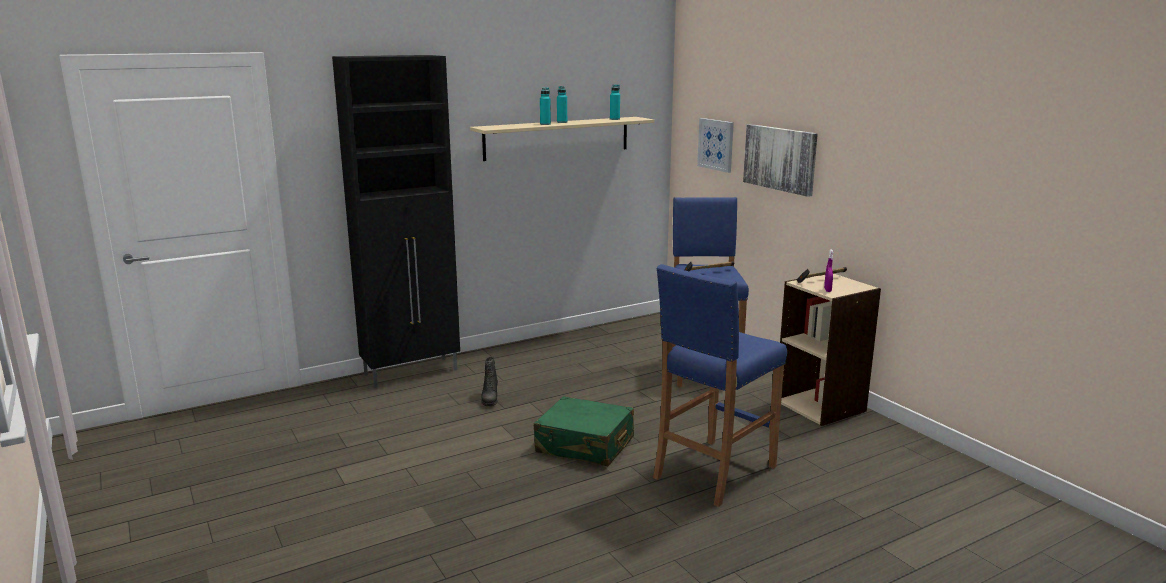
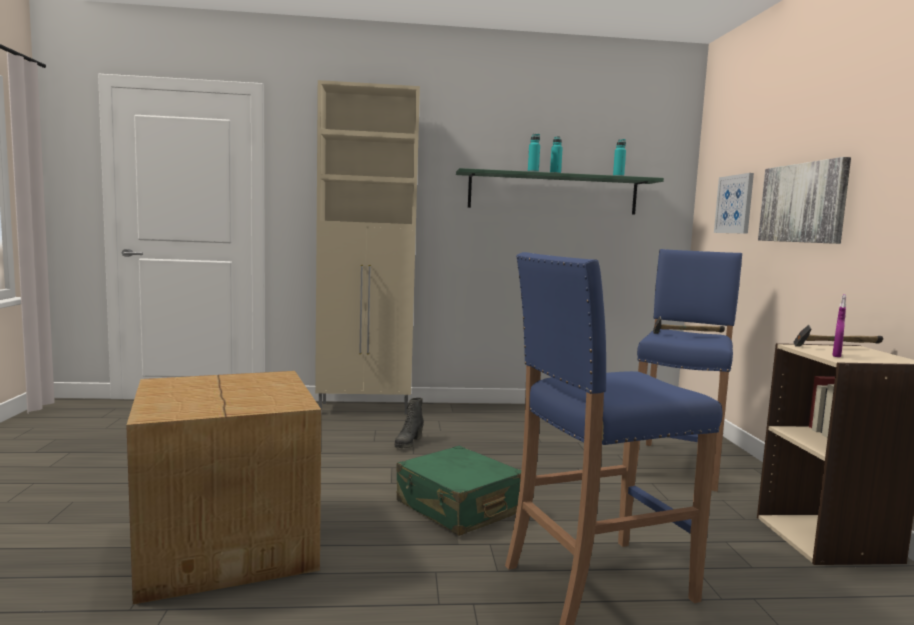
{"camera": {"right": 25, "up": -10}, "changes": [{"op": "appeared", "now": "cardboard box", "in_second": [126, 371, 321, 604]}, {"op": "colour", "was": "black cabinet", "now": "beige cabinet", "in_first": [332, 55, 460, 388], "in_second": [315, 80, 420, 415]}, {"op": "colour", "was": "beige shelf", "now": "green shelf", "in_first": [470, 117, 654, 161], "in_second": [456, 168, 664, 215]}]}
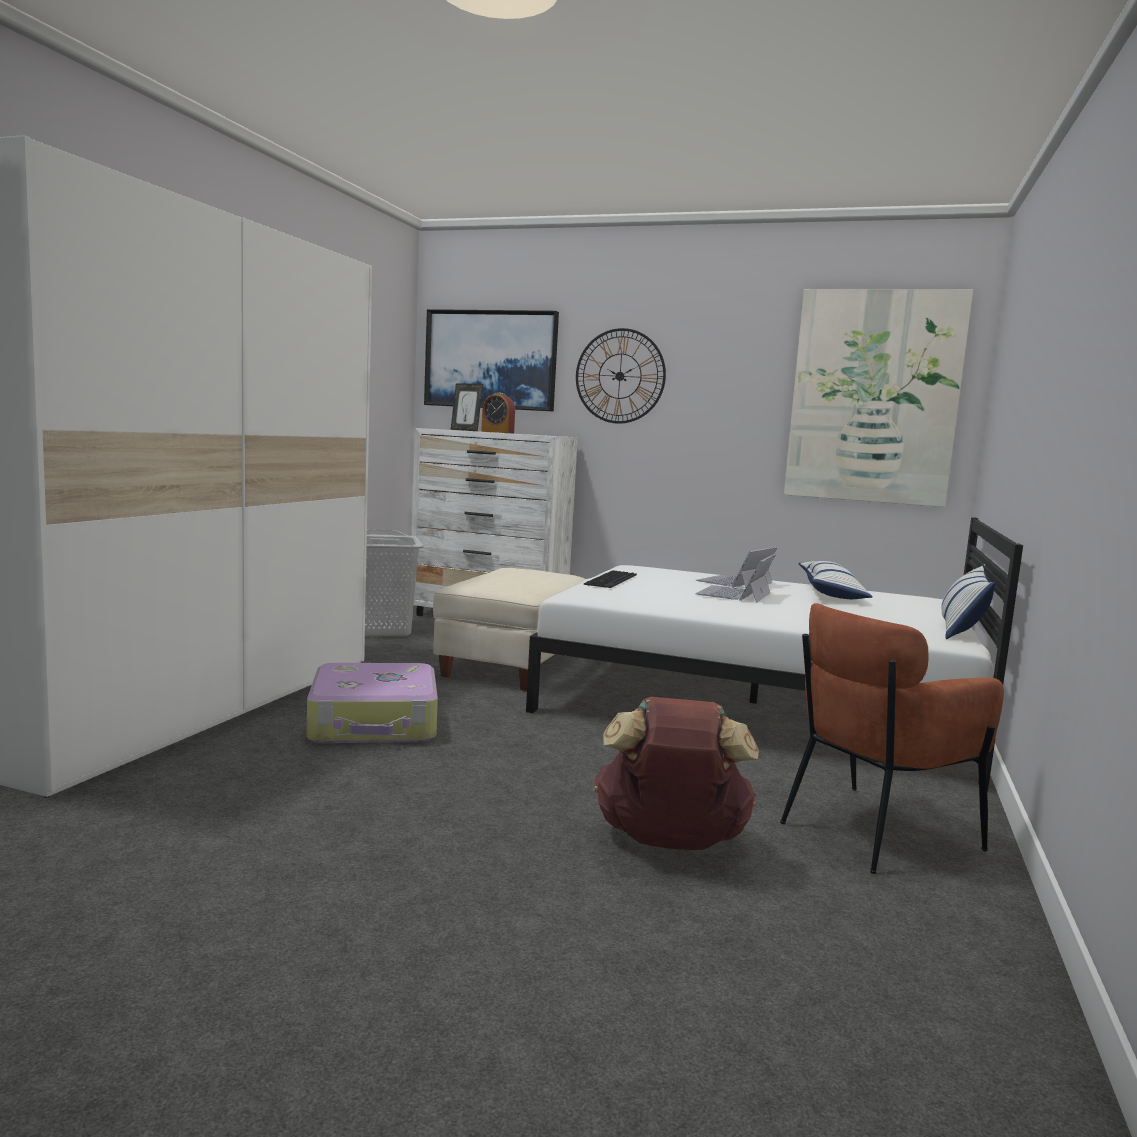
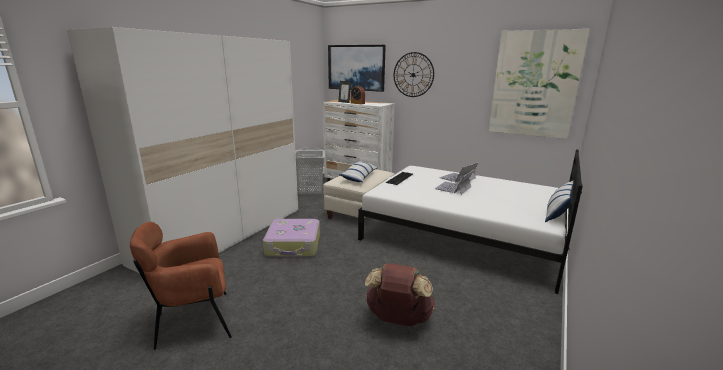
{"camera": {"right": 10, "up": 10}, "changes": [{"op": "relocated", "was": "brown armchair", "in_first": [780, 603, 1004, 874], "in_second": [130, 222, 232, 350]}, {"op": "relocated", "was": "pillow", "in_first": [798, 561, 873, 599], "in_second": [339, 161, 377, 182]}]}
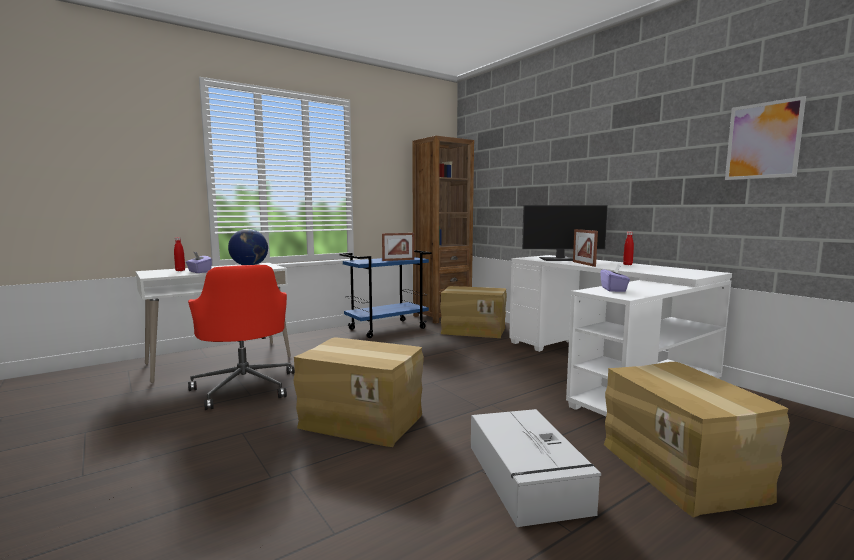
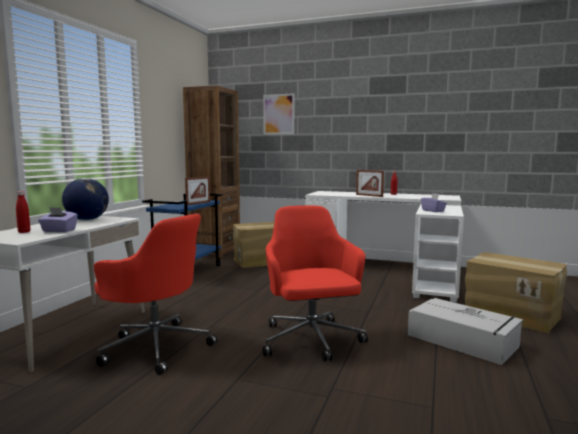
{"camera": {"right": -35, "up": 0}, "changes": [{"op": "relocated", "was": "picture", "in_first": [725, 96, 806, 180], "in_second": [263, 94, 294, 135]}, {"op": "exchanged", "was": "cardboard box", "now": "red office chair", "in_first": [294, 337, 424, 447], "in_second": [263, 205, 368, 361]}, {"op": "missing", "was": "monitor", "in_first": [522, 205, 608, 261]}]}
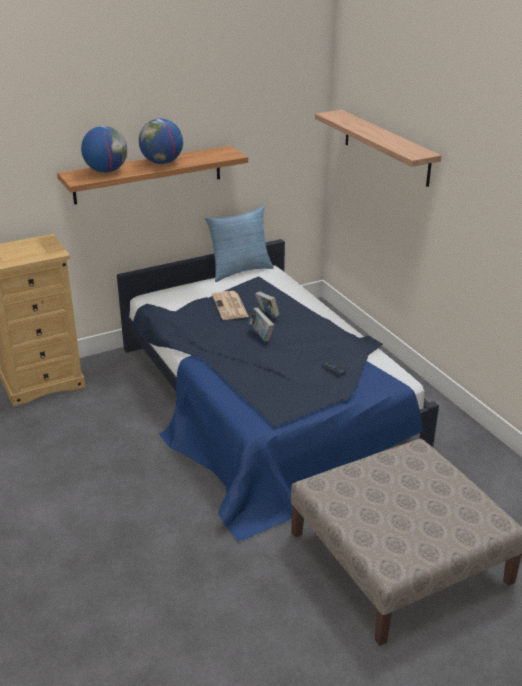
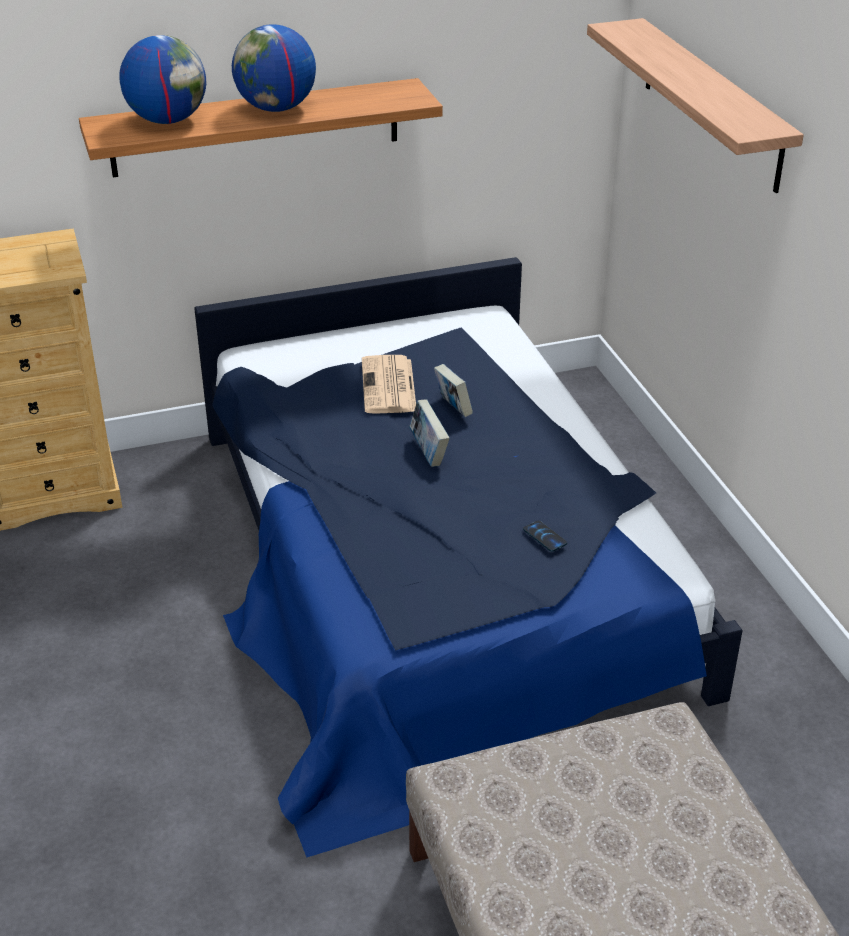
{"camera": {"right": 10, "up": 5}, "changes": [{"op": "missing", "was": "pillow", "in_first": [205, 206, 274, 282]}]}
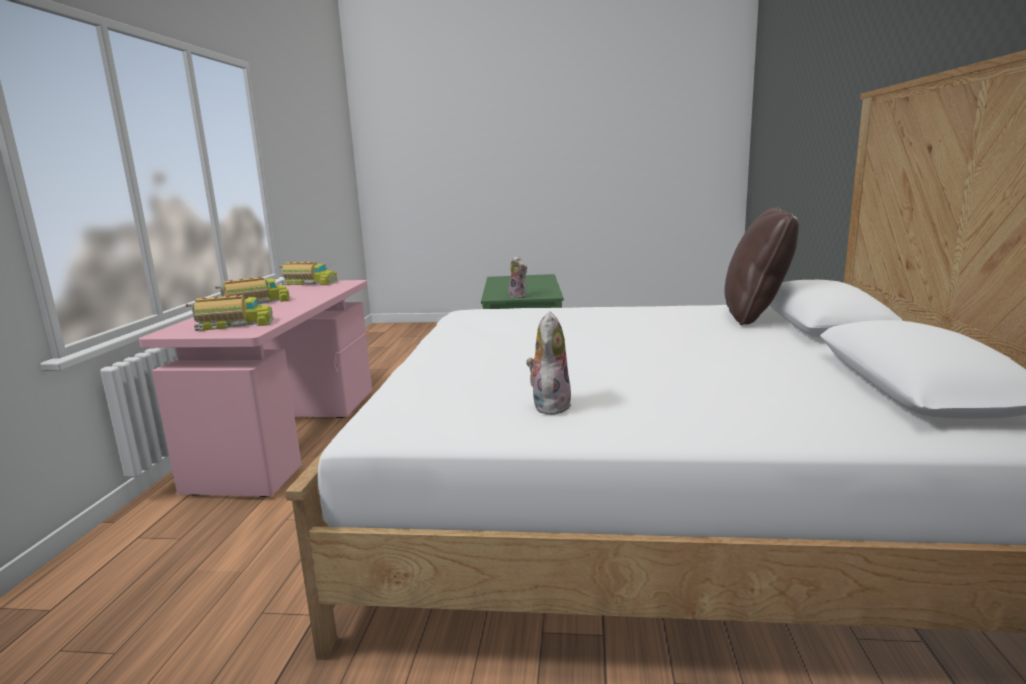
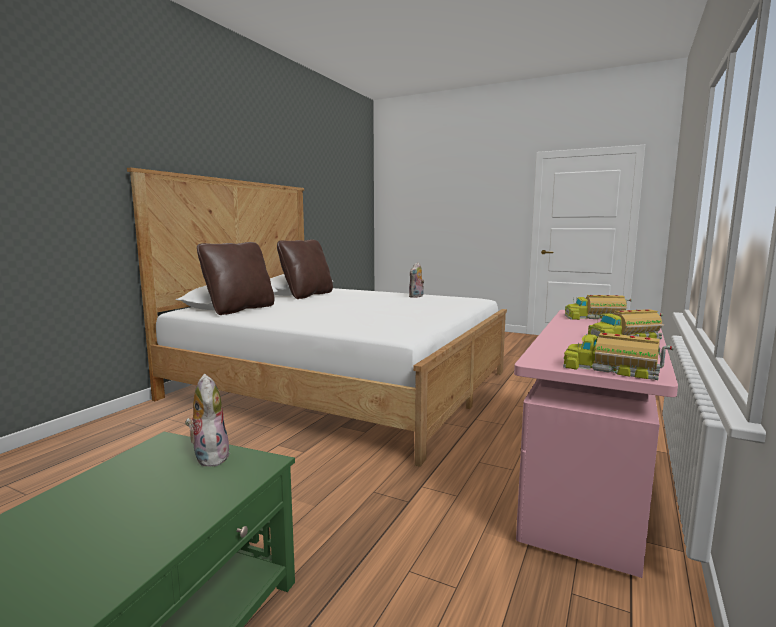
{"camera": {"right": -160, "up": -5}, "changes": [{"op": "appeared", "now": "brown pillow", "in_second": [277, 239, 333, 299]}]}
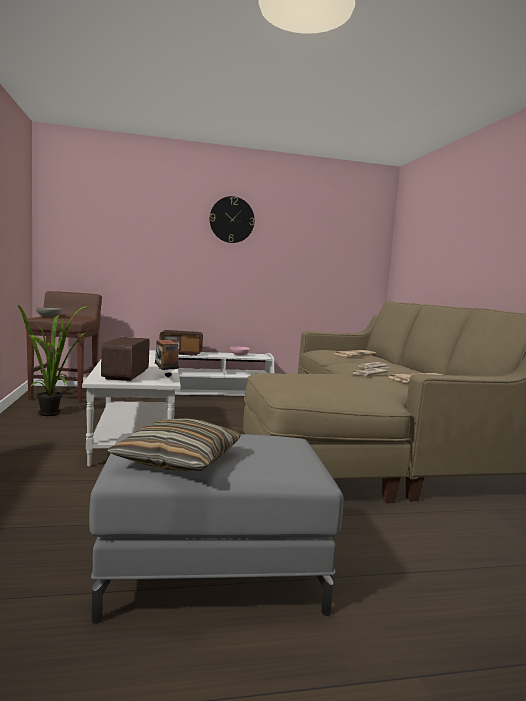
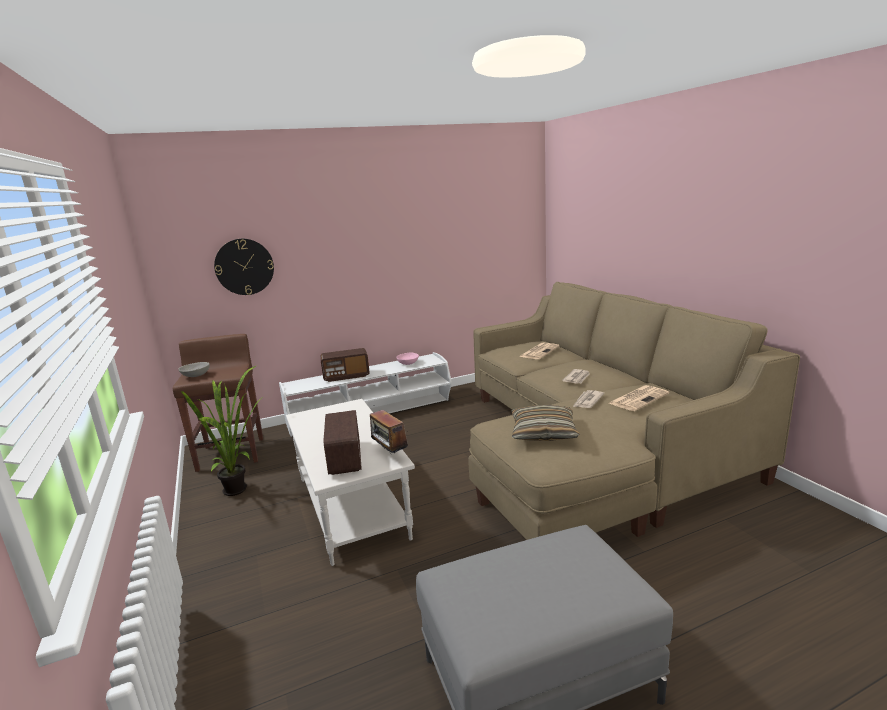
{"camera": {"right": -10, "up": 10}, "changes": [{"op": "relocated", "was": "wall clock", "in_first": [210, 196, 255, 243], "in_second": [214, 239, 274, 295]}, {"op": "relocated", "was": "pillow", "in_first": [108, 418, 241, 471], "in_second": [512, 405, 579, 441]}]}
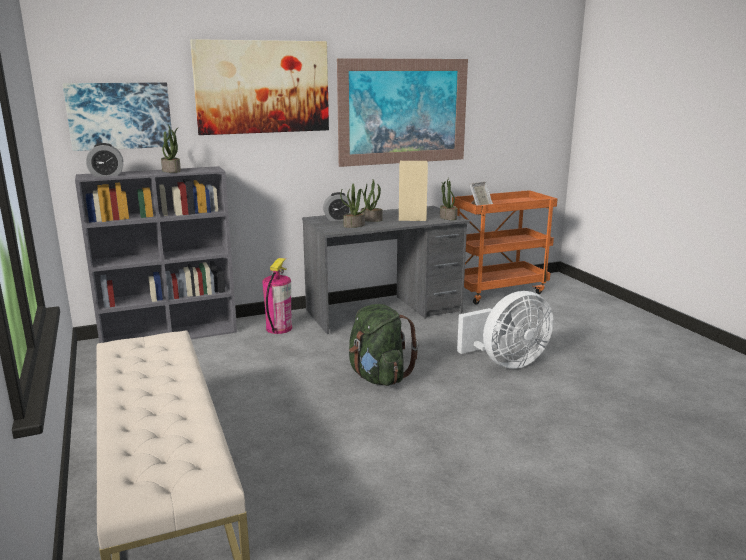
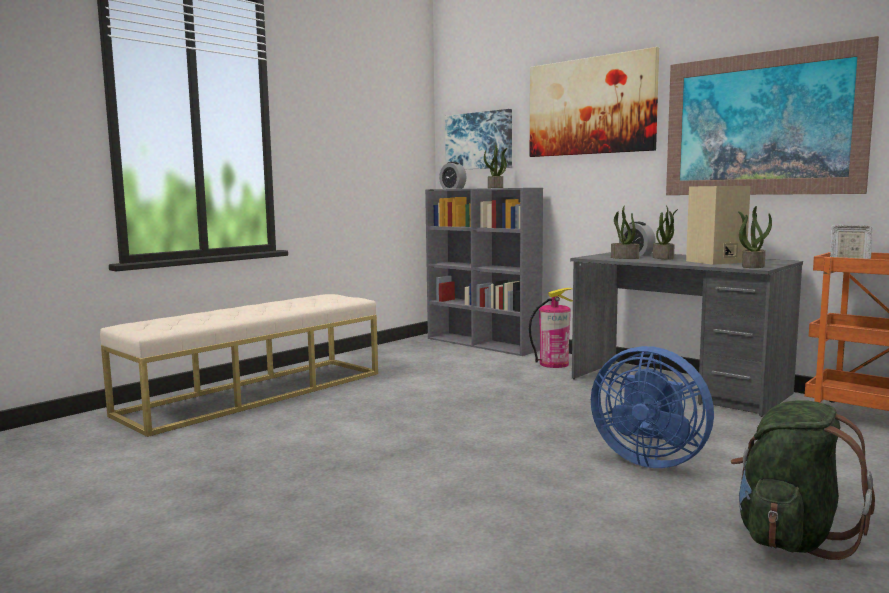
{"camera": {"right": 65, "up": -10}, "changes": [{"op": "colour", "was": "white fan", "now": "blue fan", "in_first": [457, 291, 553, 369], "in_second": [591, 346, 714, 468]}, {"op": "relocated", "was": "green backpack", "in_first": [349, 304, 419, 386], "in_second": [731, 400, 875, 560]}]}
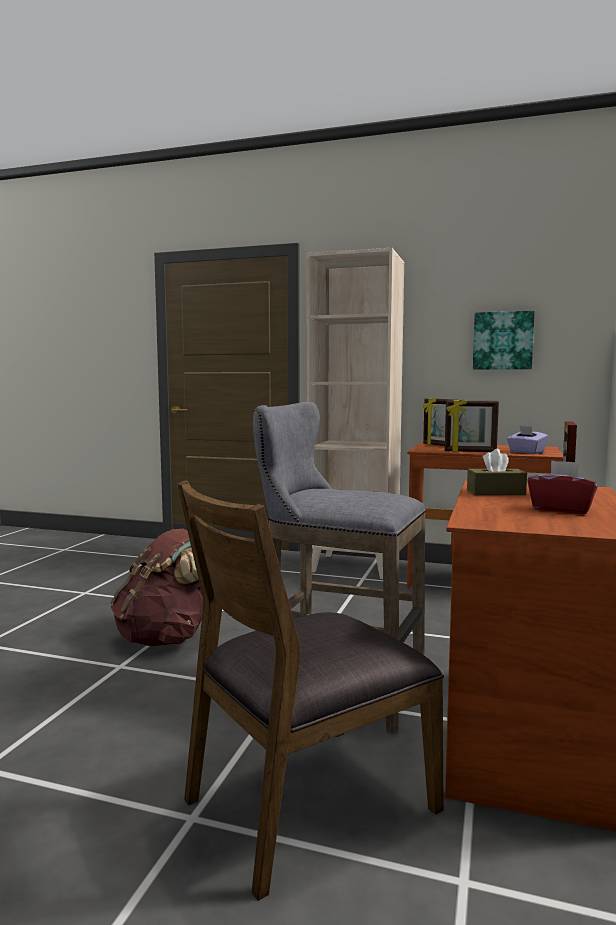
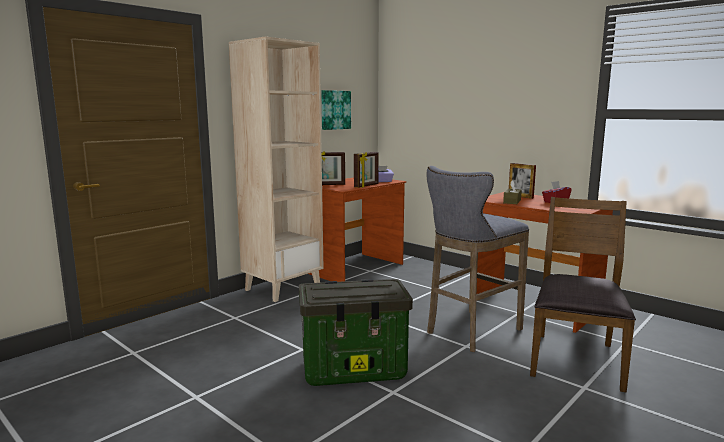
{"camera": {"right": -65, "up": 5}, "changes": [{"op": "exchanged", "was": "brown backpack", "now": "storage box", "in_first": [110, 529, 203, 646], "in_second": [299, 279, 413, 386]}, {"op": "spun", "was": "brown chair", "in_first": [177, 480, 444, 901], "in_second": [530, 197, 636, 393], "clockwise": -150}]}
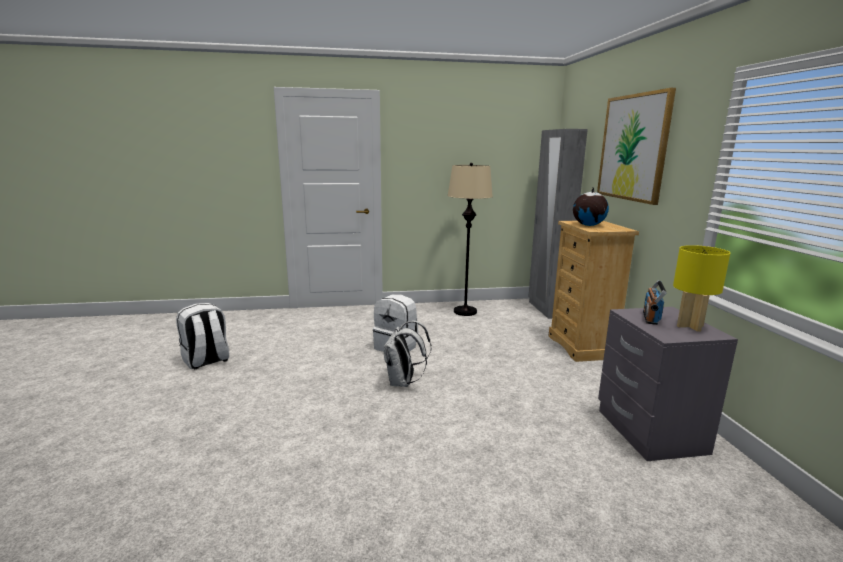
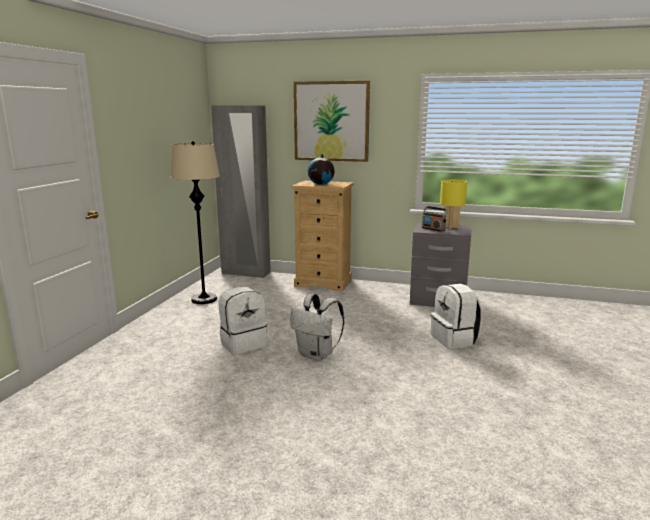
{"camera": {"right": -65, "up": 0}, "changes": [{"op": "relocated", "was": "white backpack", "in_first": [176, 303, 229, 369], "in_second": [431, 284, 482, 349]}]}
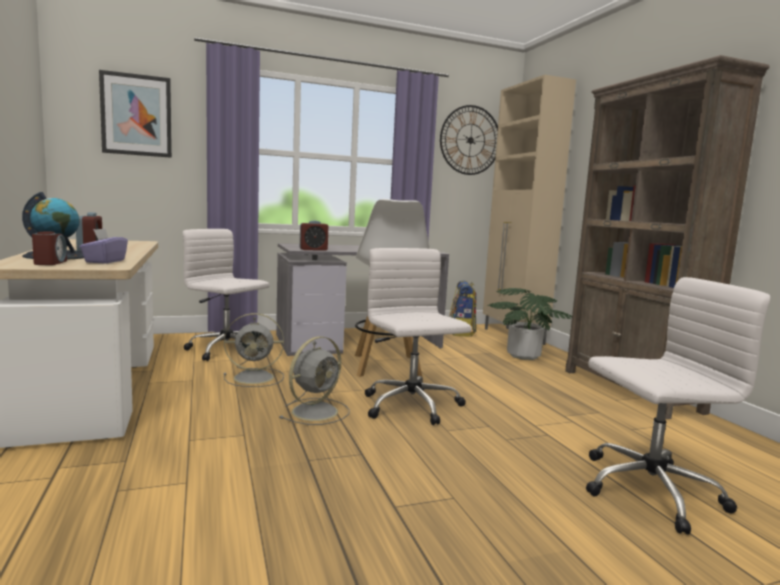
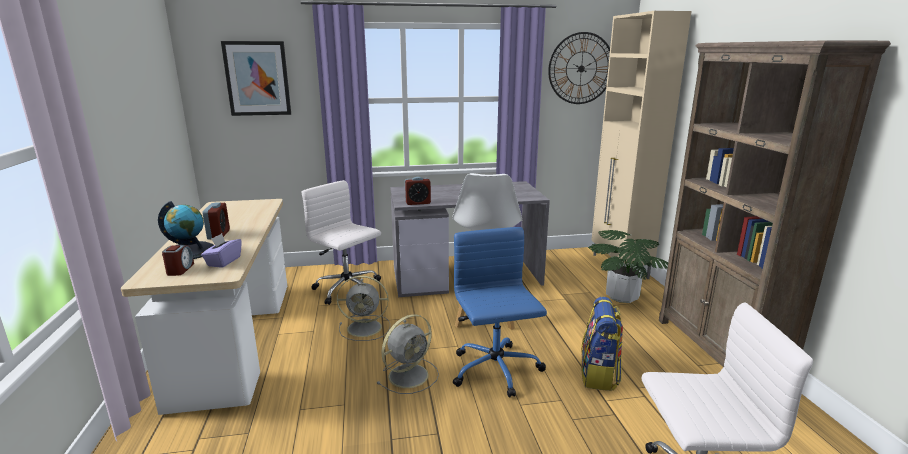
{"camera": {"right": 10, "up": 10}, "changes": [{"op": "colour", "was": "white office chair", "now": "blue office chair", "in_first": [365, 248, 471, 425], "in_second": [453, 227, 547, 397]}, {"op": "relocated", "was": "backpack", "in_first": [450, 280, 477, 337], "in_second": [581, 297, 623, 391]}]}
